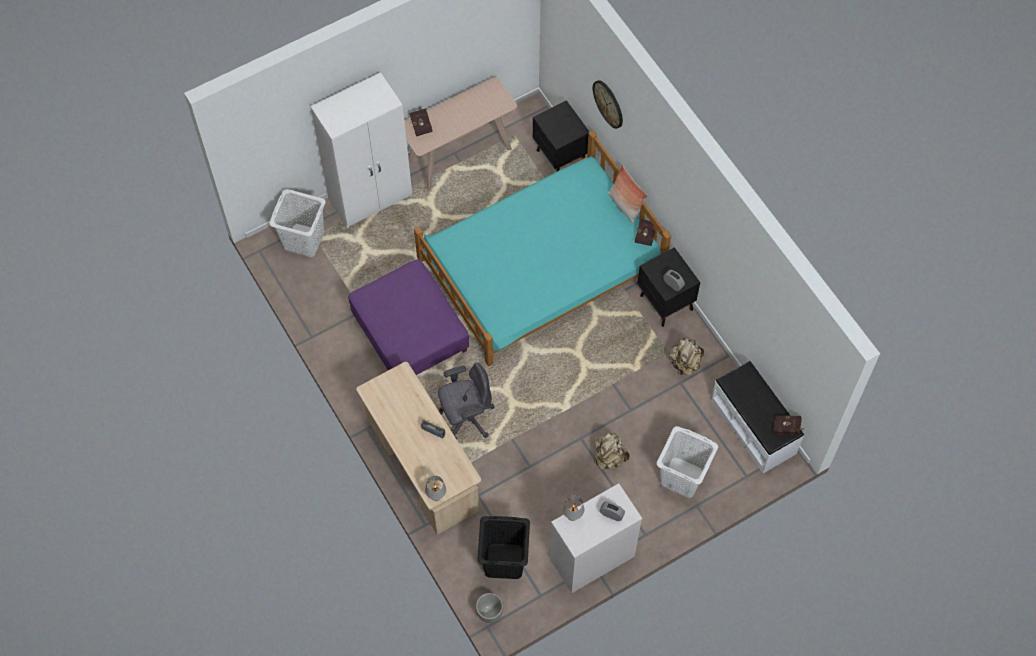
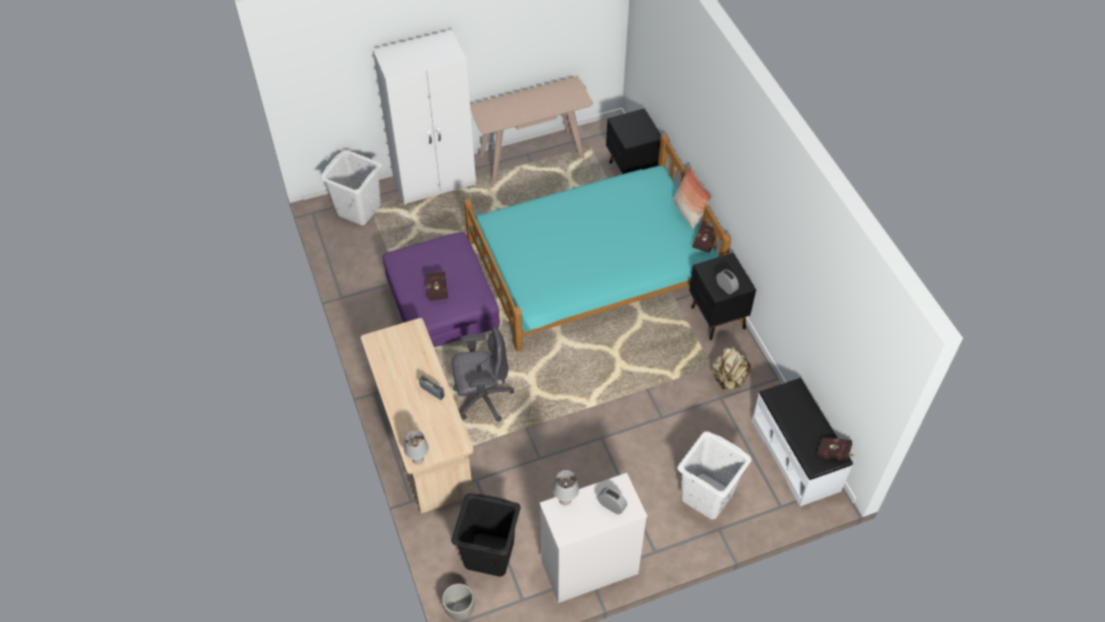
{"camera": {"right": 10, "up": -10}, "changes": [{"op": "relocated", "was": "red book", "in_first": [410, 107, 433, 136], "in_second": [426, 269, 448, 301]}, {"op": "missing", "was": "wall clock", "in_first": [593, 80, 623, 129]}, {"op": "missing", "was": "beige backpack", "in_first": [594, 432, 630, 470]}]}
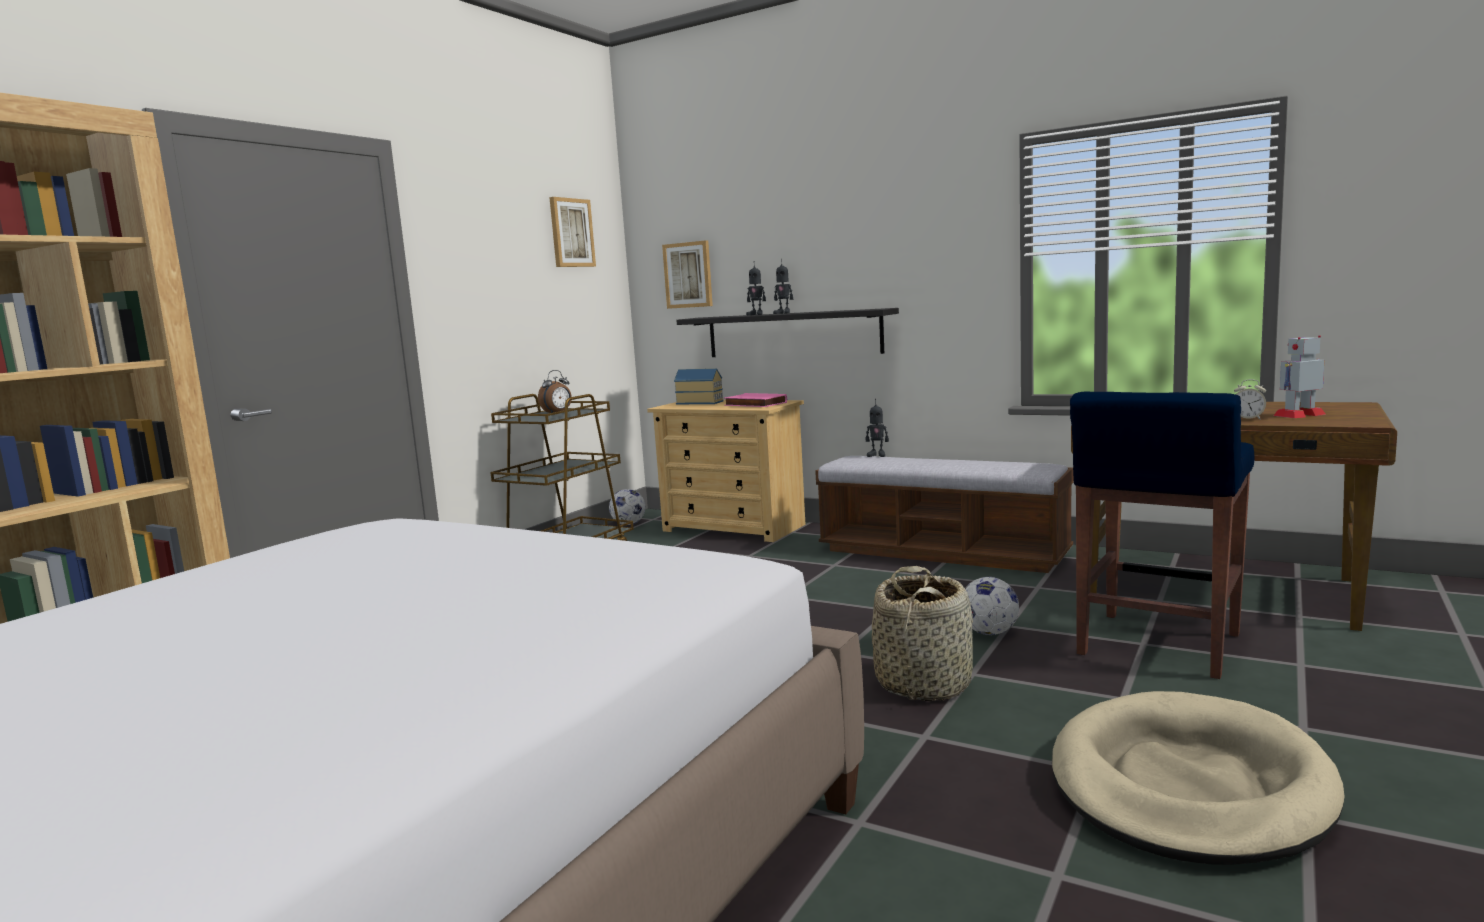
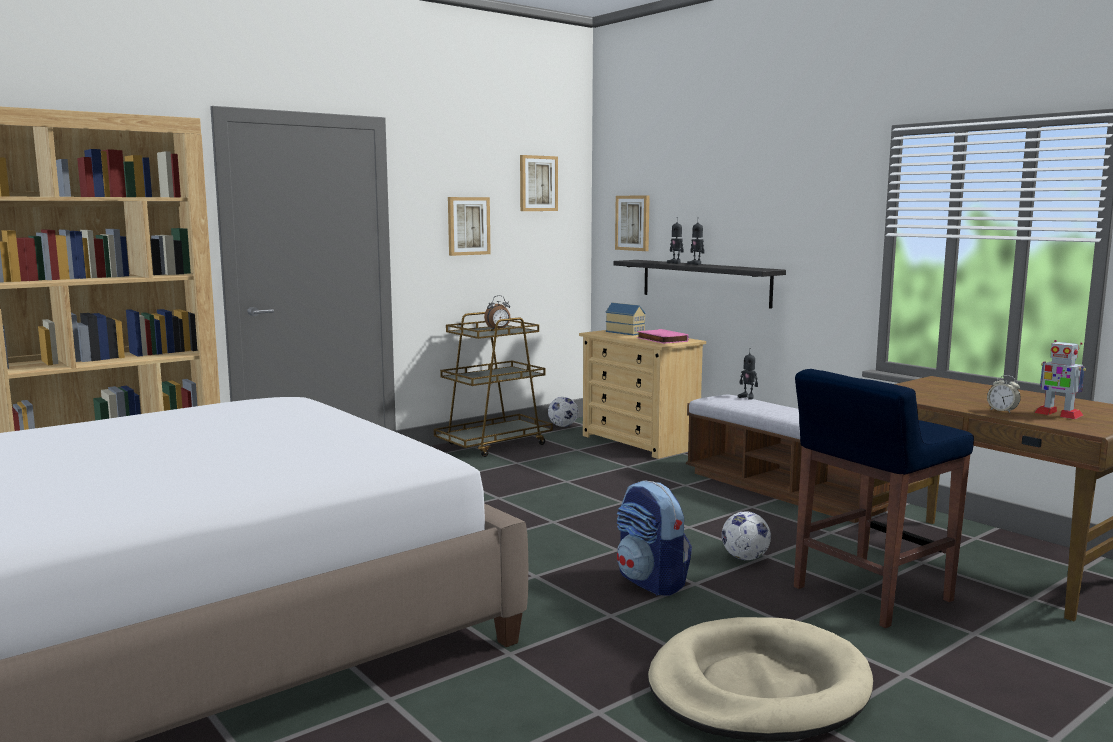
{"camera": {"right": 20, "up": 0}, "changes": [{"op": "appeared", "now": "picture", "in_second": [448, 197, 491, 256]}, {"op": "exchanged", "was": "basket", "now": "backpack", "in_first": [872, 566, 973, 701], "in_second": [617, 480, 692, 596]}, {"op": "spun", "was": "toy robot", "in_first": [1273, 335, 1326, 418], "in_second": [1034, 340, 1086, 419], "clockwise": -135}]}
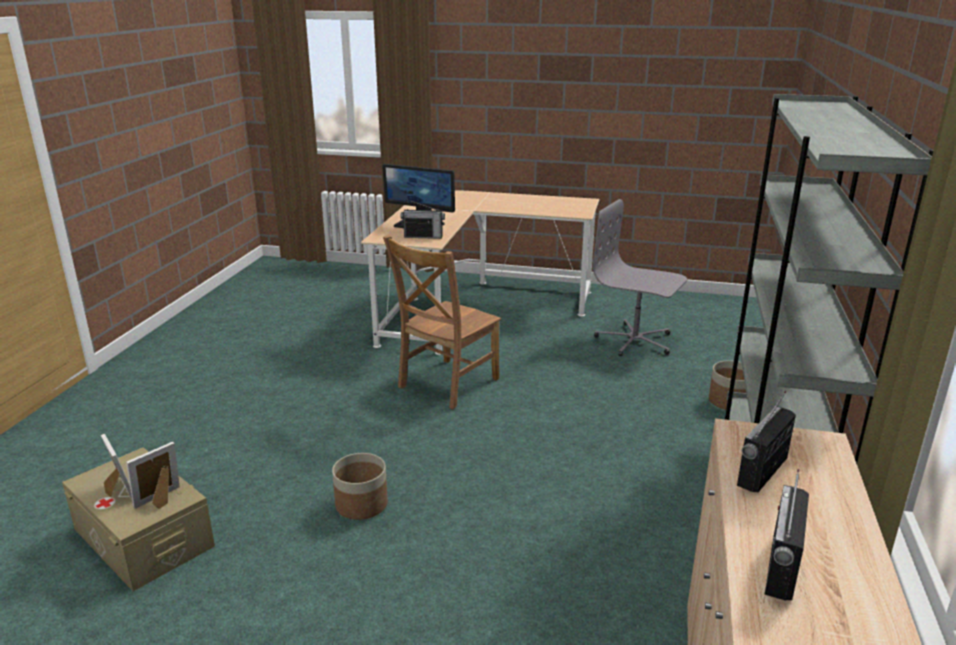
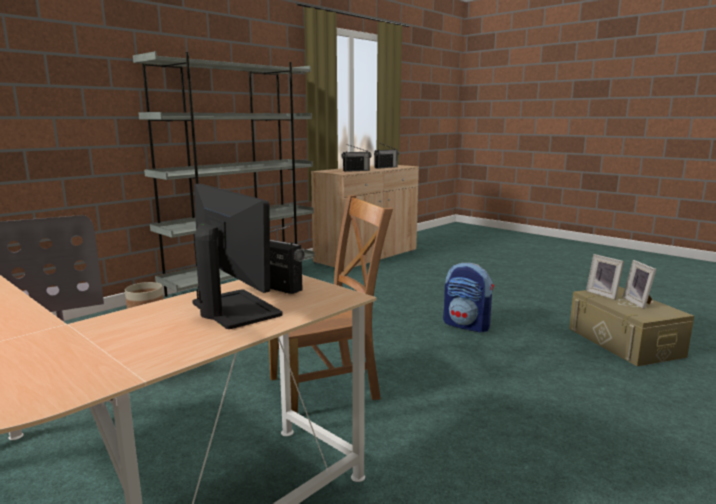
{"camera": {"right": -150, "up": -10}, "changes": [{"op": "exchanged", "was": "planter", "now": "backpack", "in_first": [332, 453, 388, 520], "in_second": [443, 263, 494, 333]}, {"op": "spun", "was": "picture frame", "in_first": [126, 442, 180, 509], "in_second": [586, 254, 624, 300], "clockwise": 75}]}
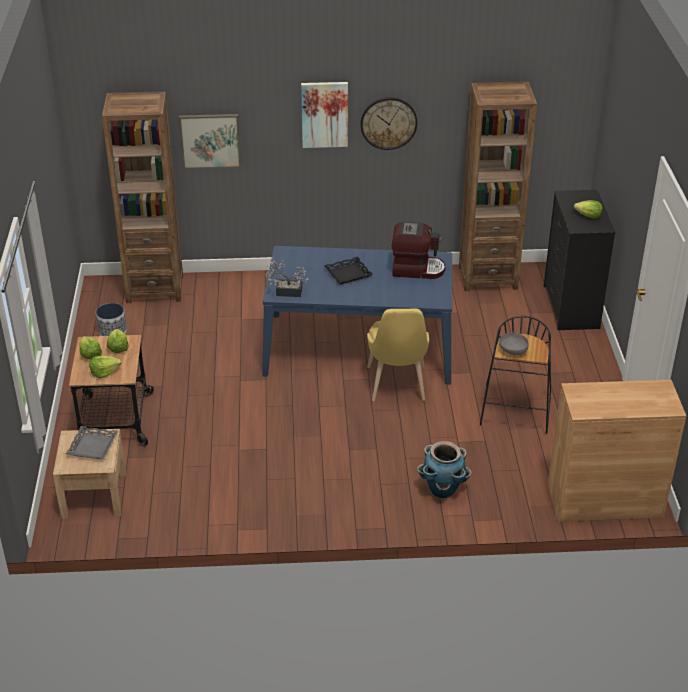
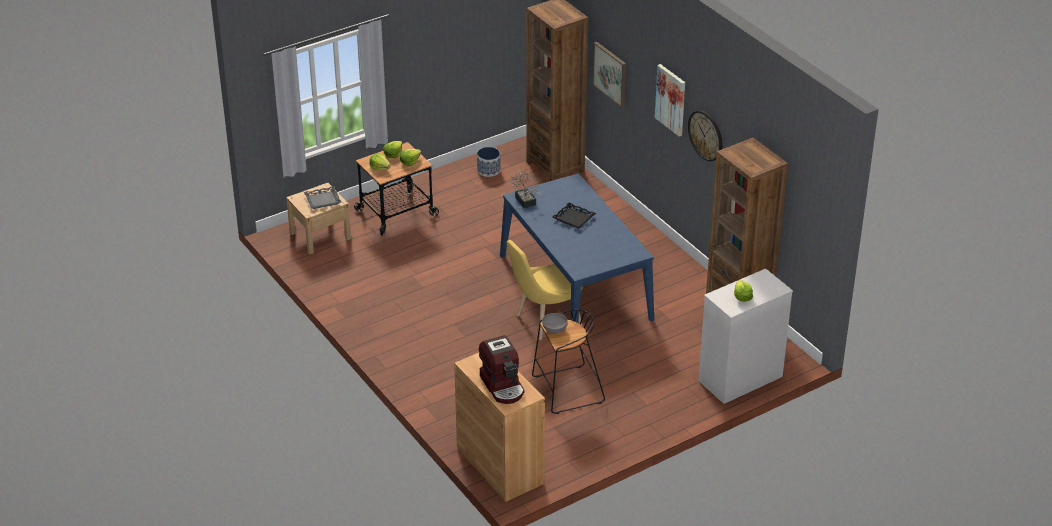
{"camera": {"right": 60, "up": 0}, "changes": [{"op": "relocated", "was": "coffee machine", "in_first": [391, 222, 445, 279], "in_second": [479, 335, 525, 404]}, {"op": "colour", "was": "black dresser", "now": "white dresser", "in_first": [544, 190, 615, 330], "in_second": [698, 269, 793, 404]}, {"op": "missing", "was": "planter", "in_first": [417, 441, 472, 498]}]}
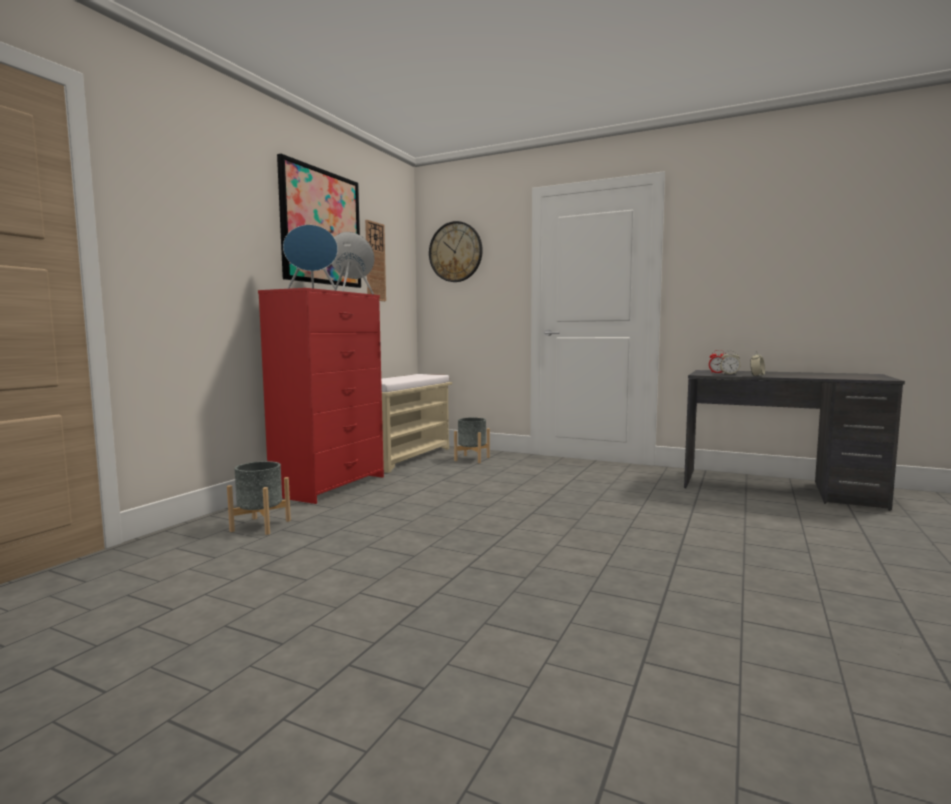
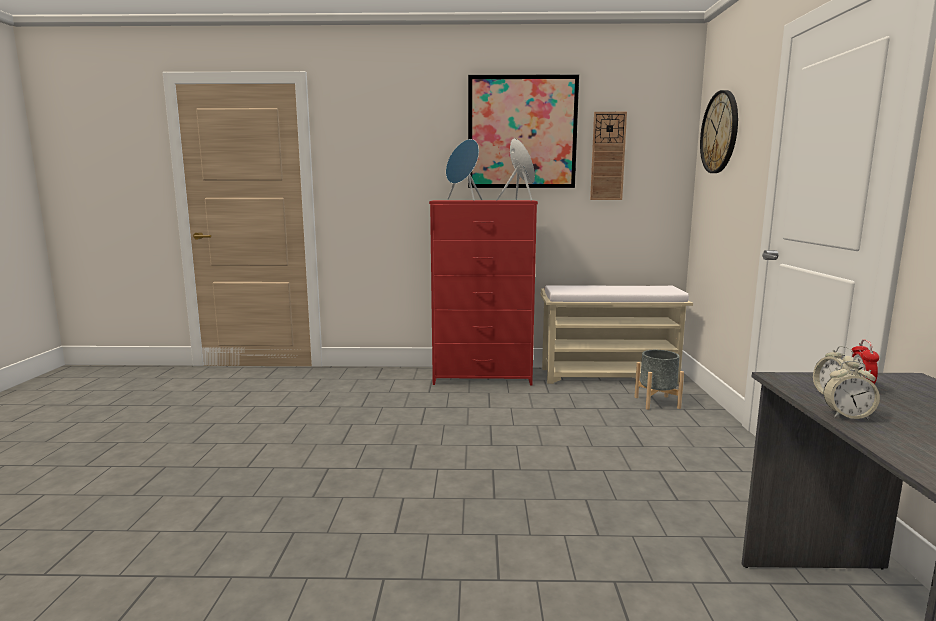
{"camera": {"right": 65, "up": 5}, "changes": [{"op": "missing", "was": "grey planter", "in_first": [227, 461, 291, 535]}]}
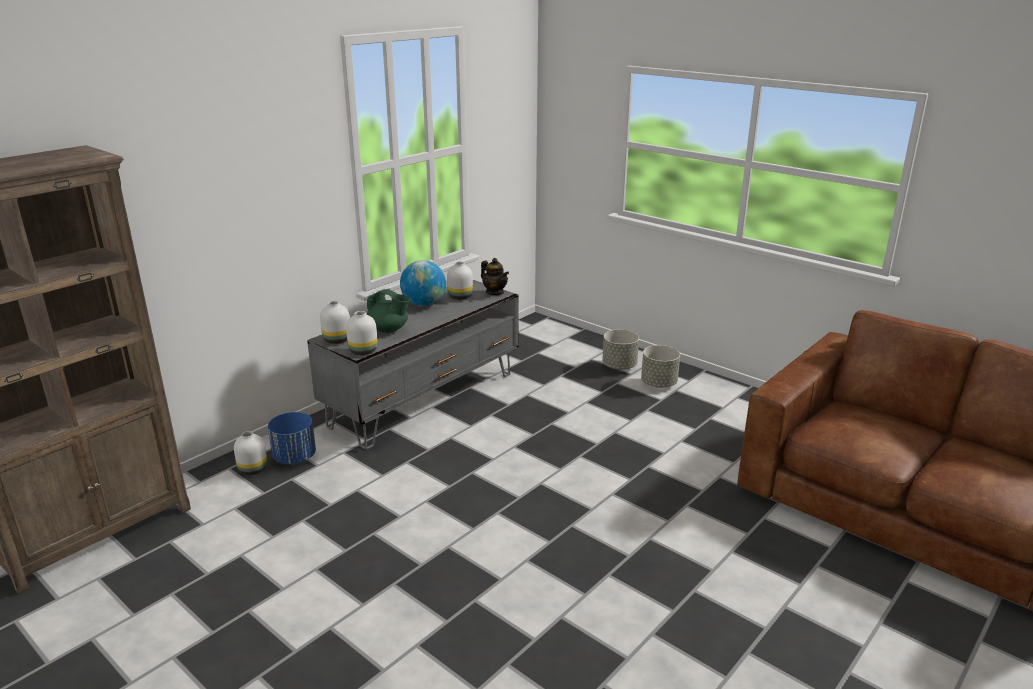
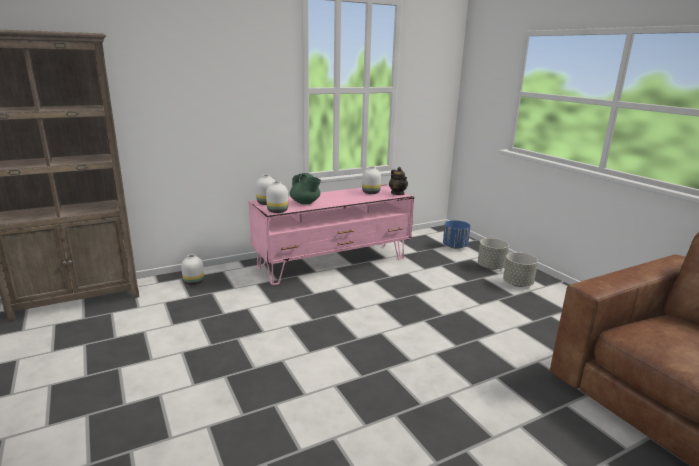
{"camera": {"right": 20, "up": -5}, "changes": [{"op": "colour", "was": "grey tv stand", "now": "pink tv stand", "in_first": [307, 280, 519, 450], "in_second": [249, 185, 414, 285]}, {"op": "relocated", "was": "blue planter", "in_first": [268, 412, 316, 464], "in_second": [443, 220, 470, 249]}, {"op": "missing", "was": "globe", "in_first": [400, 260, 446, 307]}]}
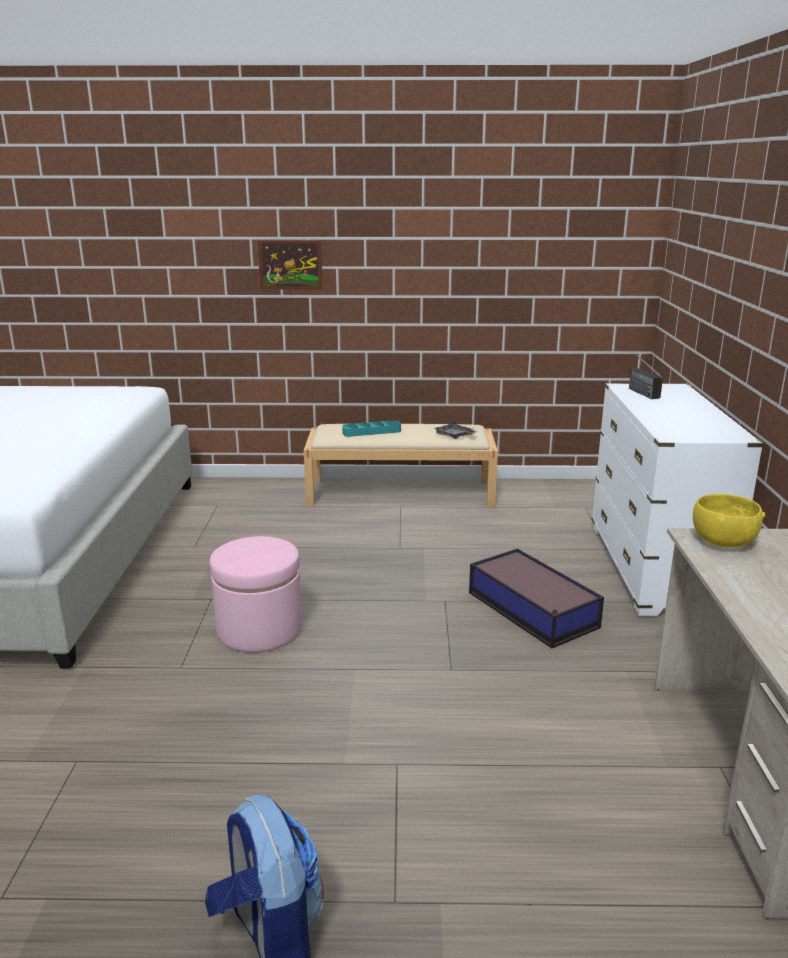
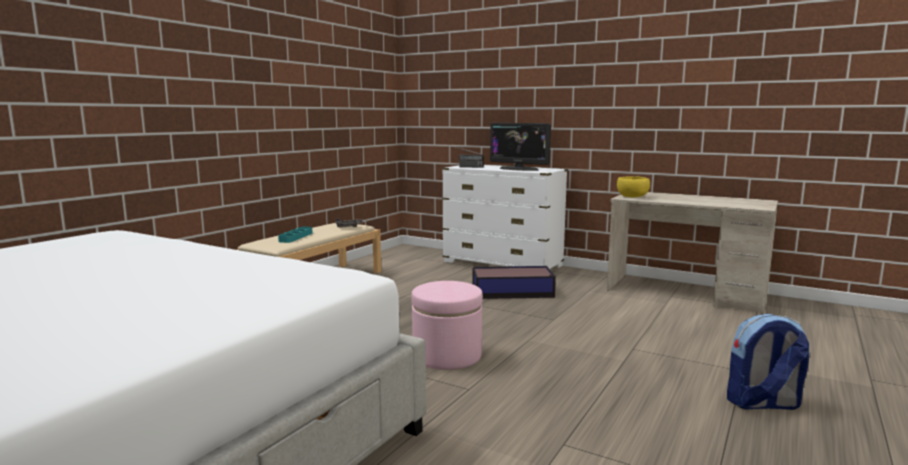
{"camera": {"right": -60, "up": -10}, "changes": [{"op": "appeared", "now": "monitor", "in_second": [490, 123, 551, 171]}, {"op": "missing", "was": "picture", "in_first": [257, 240, 323, 290]}]}
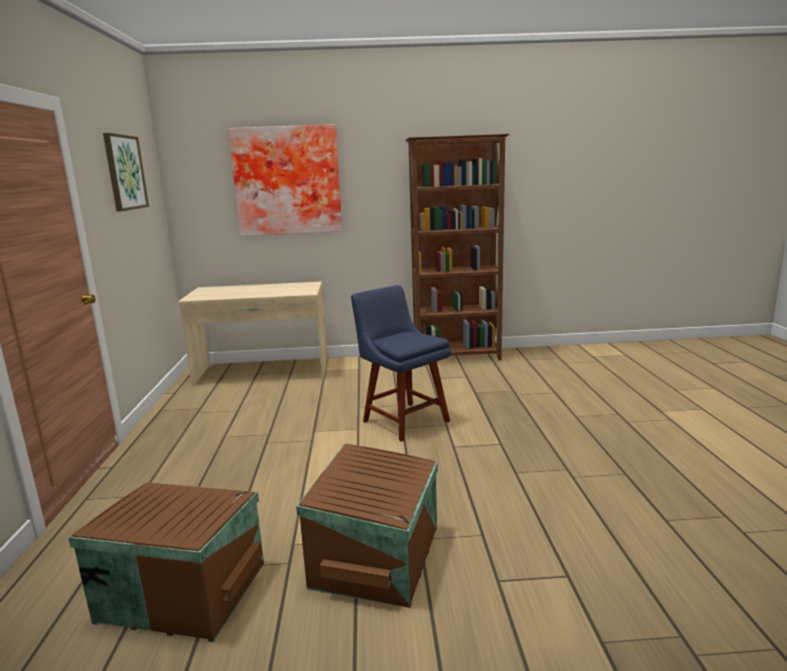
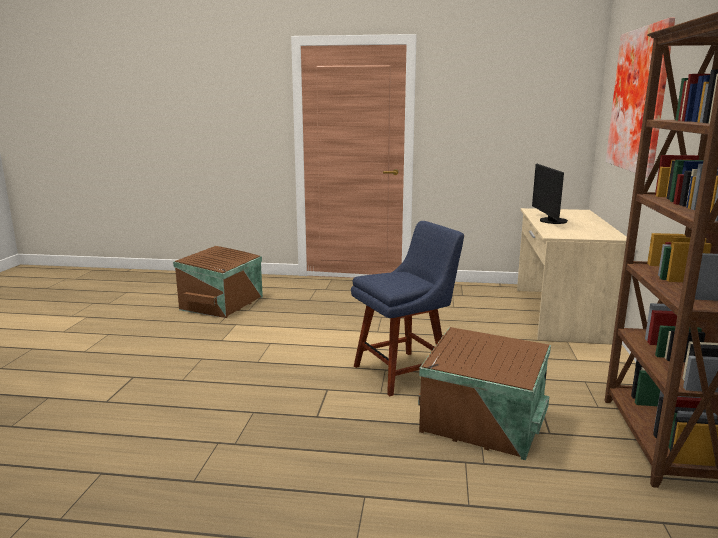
{"camera": {"right": 100, "up": 0}, "changes": [{"op": "relocated", "was": "brown storage box", "in_first": [296, 443, 438, 608], "in_second": [418, 327, 551, 460]}, {"op": "appeared", "now": "monitor", "in_second": [532, 164, 568, 224]}, {"op": "missing", "was": "picture", "in_first": [103, 133, 149, 212]}]}
